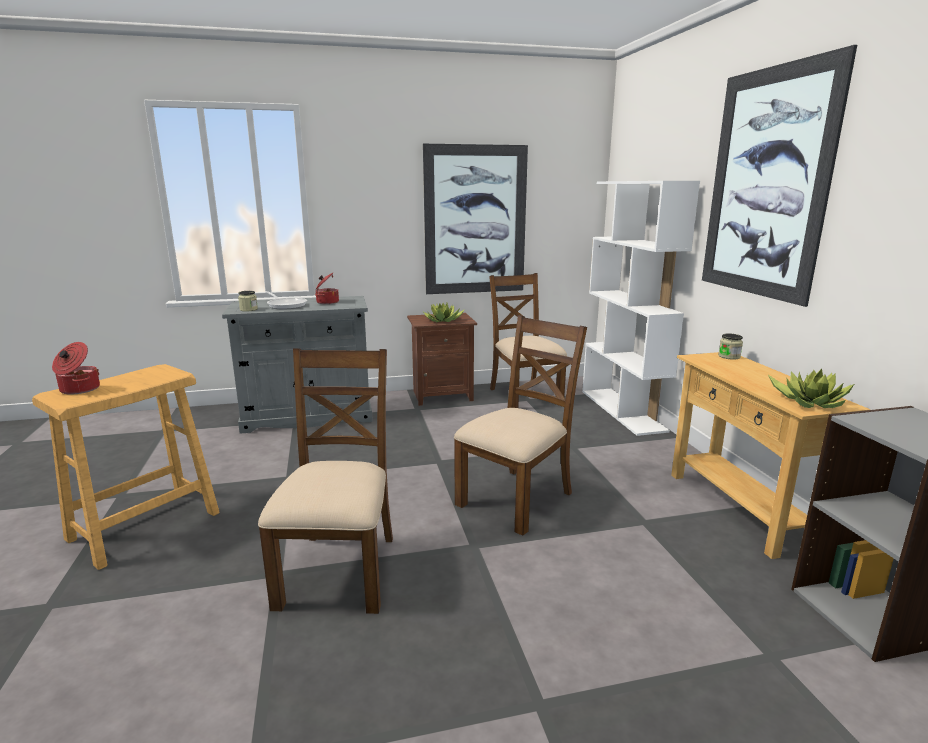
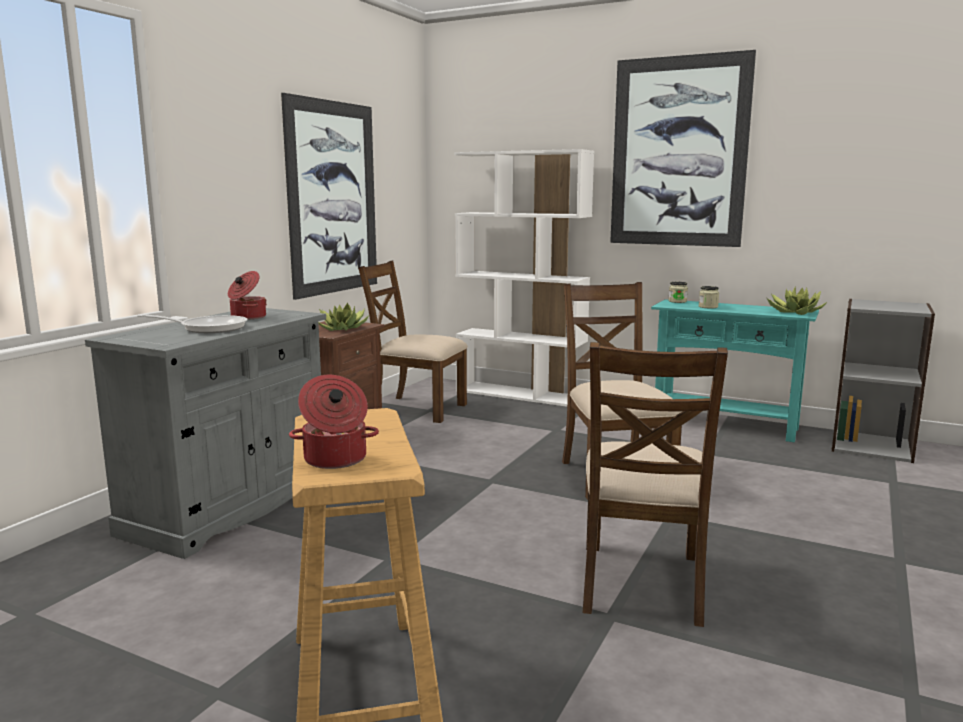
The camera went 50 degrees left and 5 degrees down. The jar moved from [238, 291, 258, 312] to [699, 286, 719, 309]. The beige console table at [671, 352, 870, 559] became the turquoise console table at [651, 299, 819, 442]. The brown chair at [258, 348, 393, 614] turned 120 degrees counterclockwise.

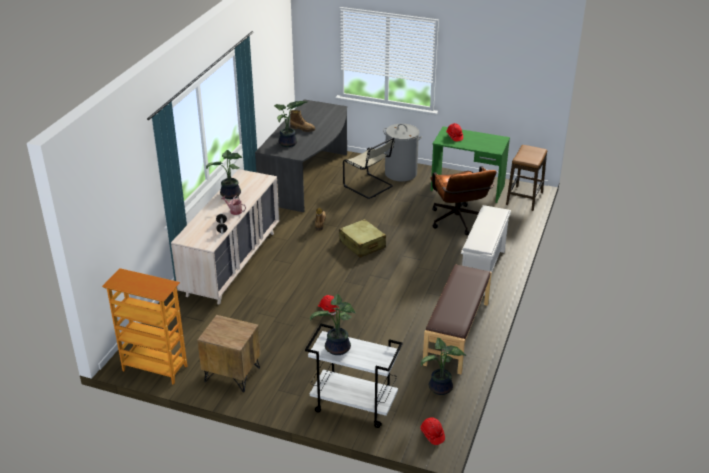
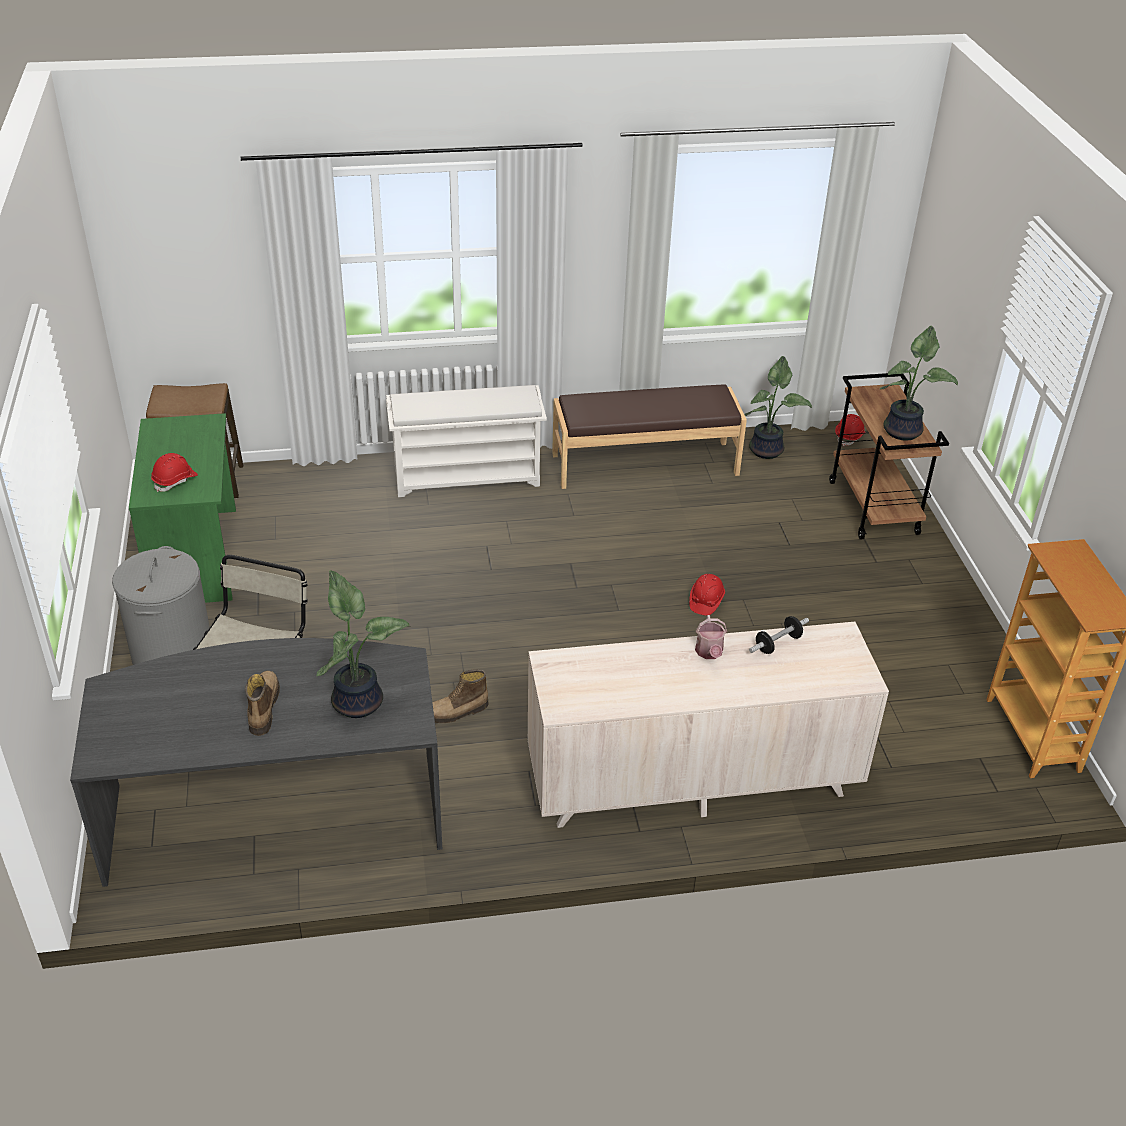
The camera went 120 degrees left and 5 degrees up. The brown nightstand at [197, 315, 261, 392] disappeared. The potted plant at [206, 150, 242, 199] disappeared. The beige suitcase at [339, 219, 386, 257] disappeared. The brown office chair at [431, 166, 497, 235] disappeared. The white cart at [305, 324, 403, 428] became the brown cart at [829, 373, 949, 539].

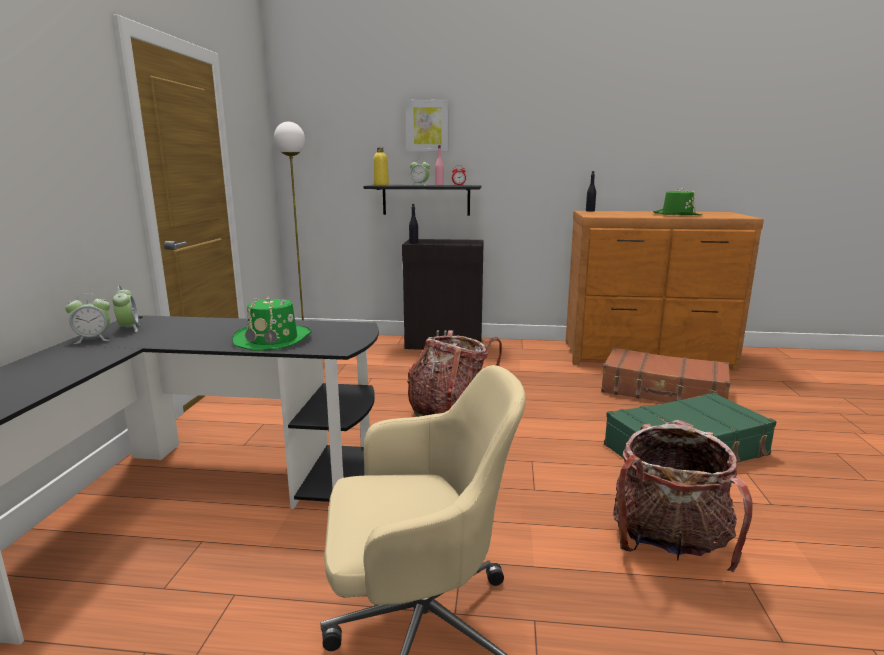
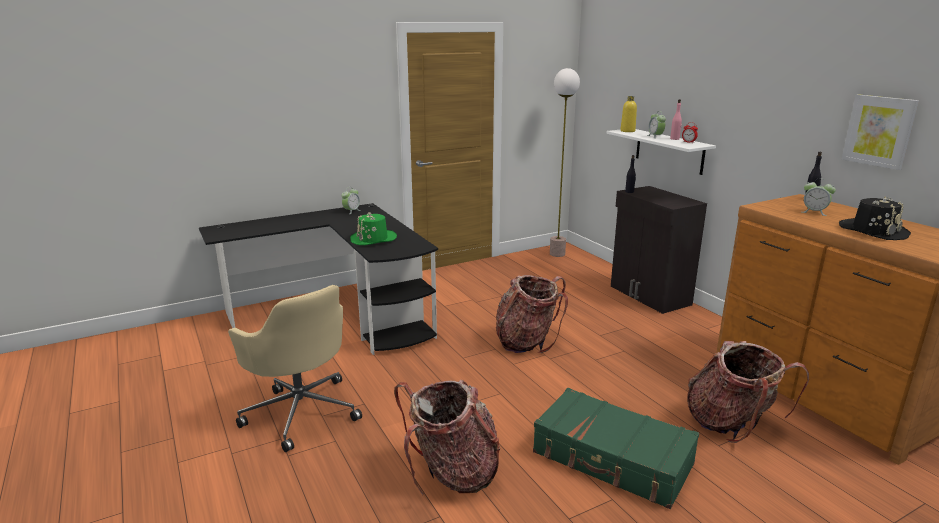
The camera went 55 degrees right and 5 degrees up. The alarm clock moved from [65, 293, 110, 344] to [802, 179, 836, 216]. The picture moved from [406, 99, 449, 152] to [842, 94, 919, 170]. The brown suitcase at [601, 348, 730, 403] was replaced by the backpack at [687, 341, 809, 443]. The black shelf at [364, 185, 482, 216] became the white shelf at [606, 129, 716, 175]. The green hat at [653, 186, 702, 215] became the black hat at [839, 196, 911, 240].

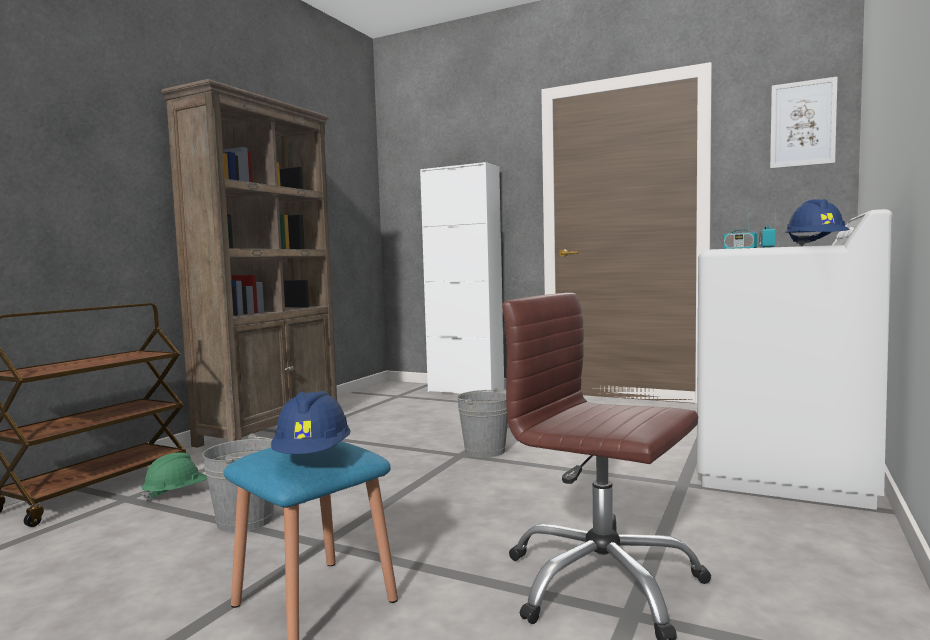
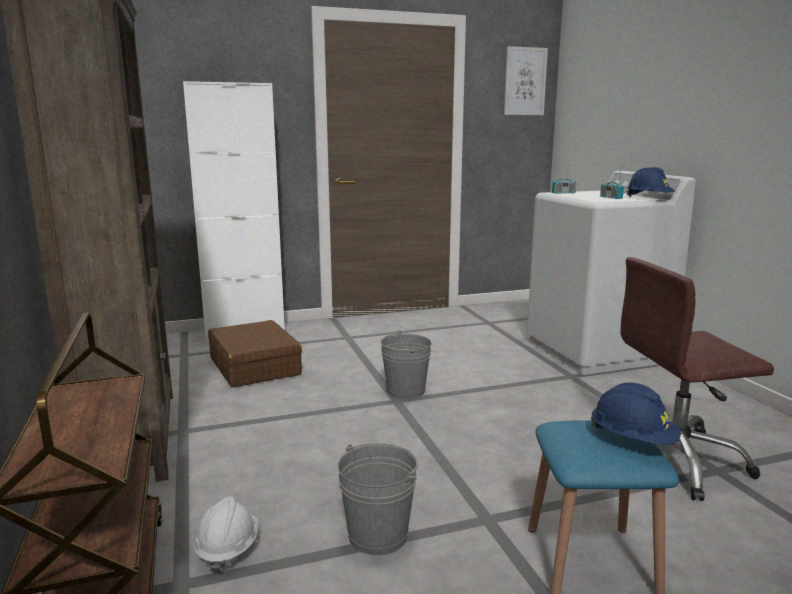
The camera went 45 degrees left and 10 degrees up. The brown suitcase at [208, 320, 302, 387] appeared. The green hard hat at [141, 453, 207, 501] became the white hard hat at [194, 496, 259, 574].

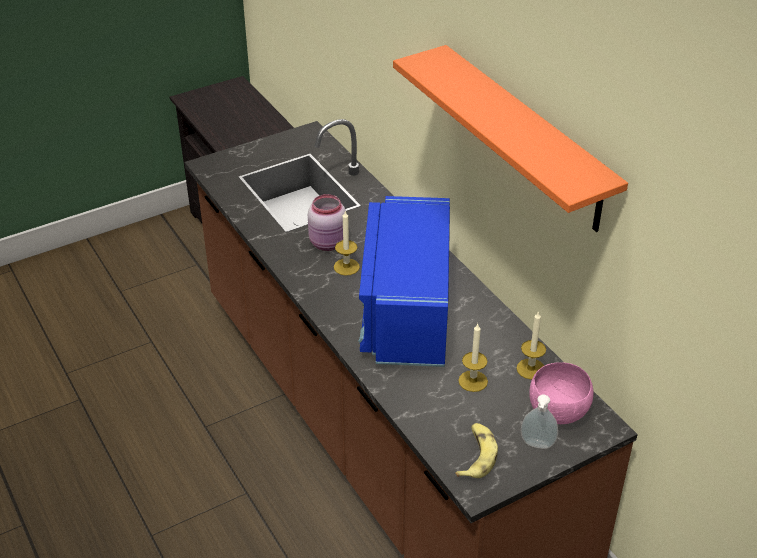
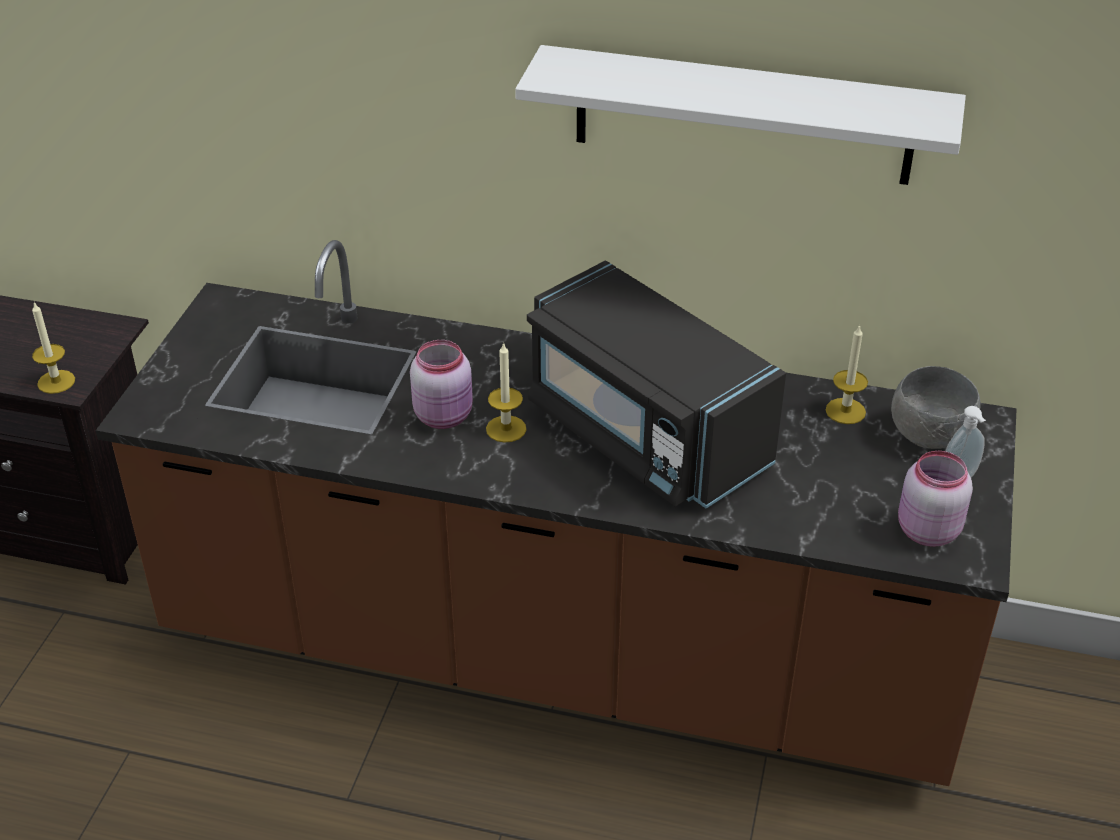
The camera went 45 degrees left and 0 degrees up. The candle moved from [458, 324, 488, 392] to [32, 302, 75, 394]. The banana at [455, 423, 498, 478] was replaced by the pink jar at [898, 451, 973, 547]. The blue microwave at [358, 196, 450, 367] became the black microwave at [527, 261, 786, 508]. The orange shelf at [393, 45, 628, 232] became the white shelf at [515, 45, 966, 185]. The pink bowl at [529, 362, 594, 424] became the grey bowl at [891, 366, 980, 449].

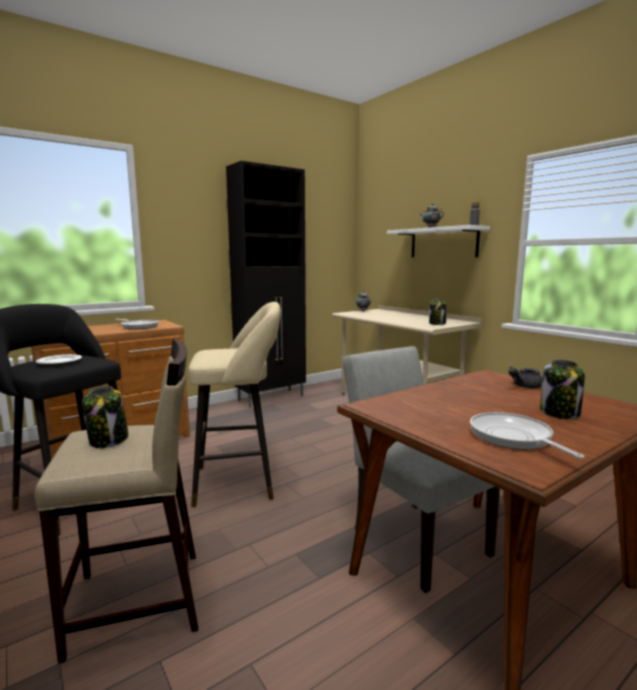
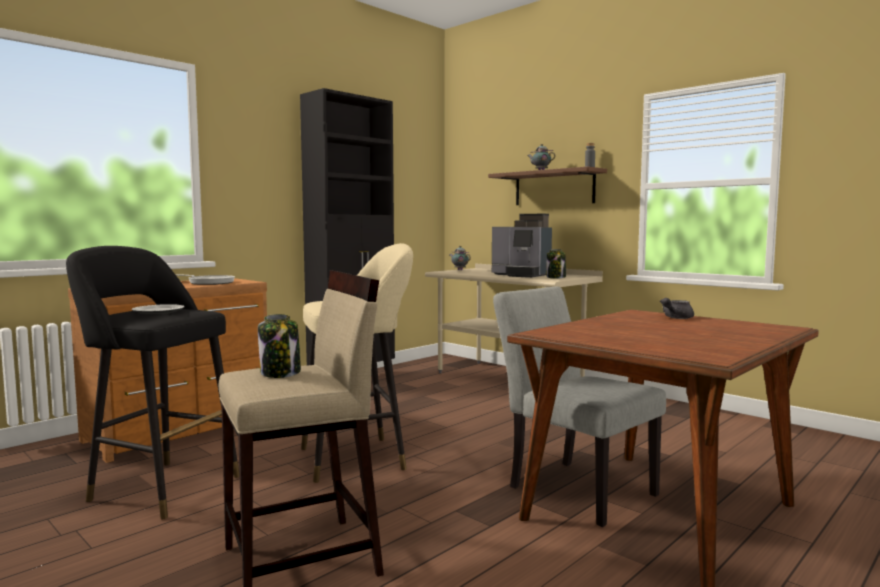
The camera went 10 degrees left and 5 degrees down. The frying pan at [470, 412, 585, 459] disappeared. The jar at [540, 359, 585, 419] disappeared. The coffee machine at [492, 214, 552, 278] appeared. The white shelf at [387, 225, 490, 257] became the brown shelf at [488, 166, 607, 205].

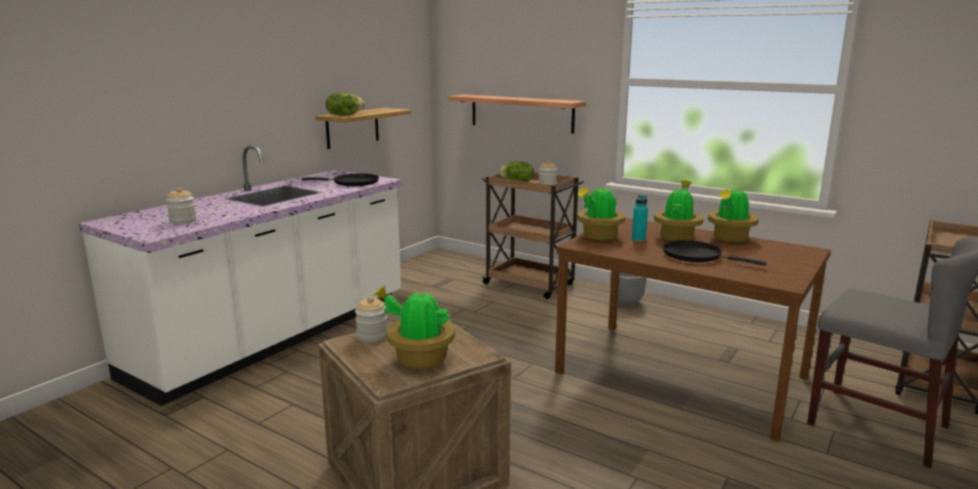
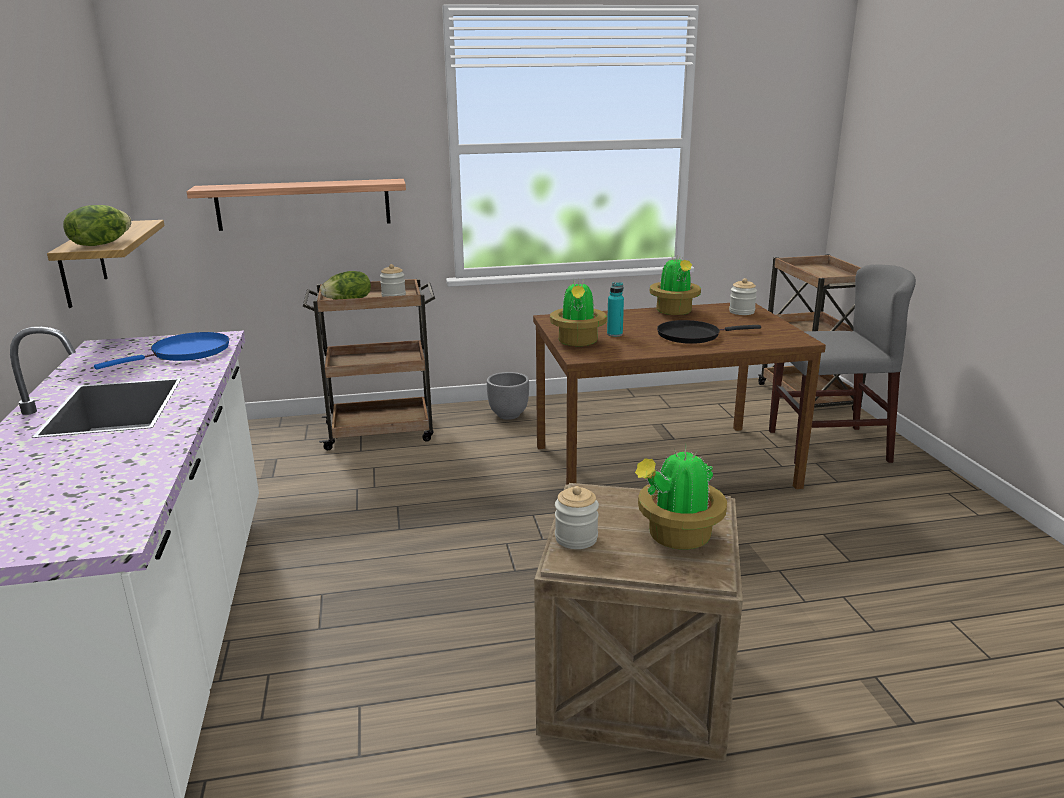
The camera went 45 degrees left and 5 degrees up. The potted plant at [654, 180, 704, 241] disappeared. The jar moved from [166, 187, 197, 224] to [729, 278, 757, 315]. The black frying pan at [302, 173, 379, 186] became the blue frying pan at [94, 332, 229, 370].

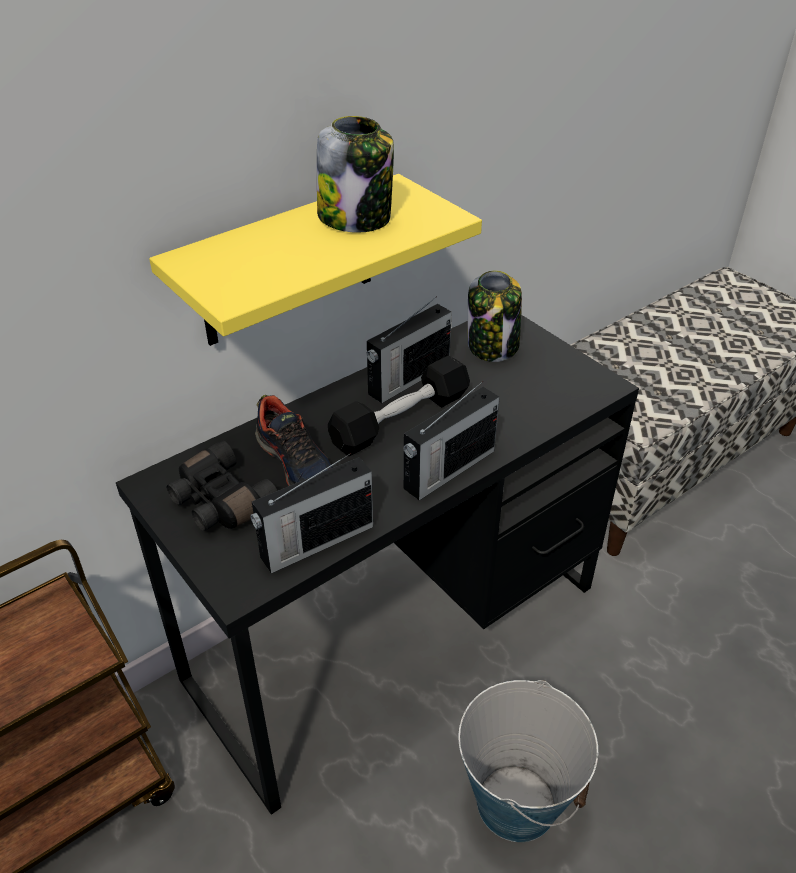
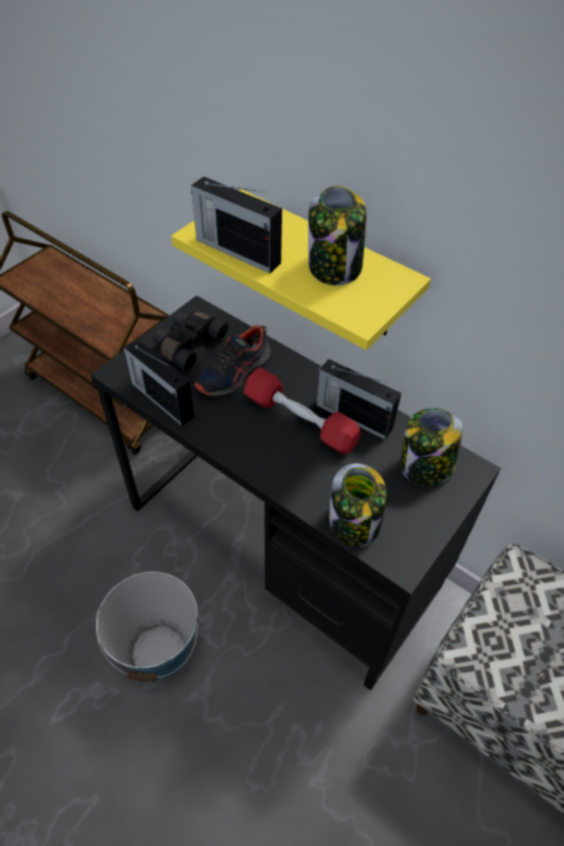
The camera went 75 degrees right and 10 degrees up. The jar at [329, 463, 387, 547] appeared. The radio moved from [403, 381, 500, 500] to [191, 176, 282, 273]. The black dumbbell at [328, 356, 470, 456] became the red dumbbell at [244, 367, 361, 454].

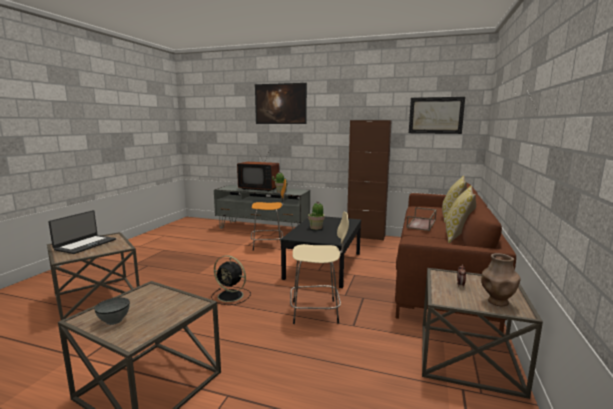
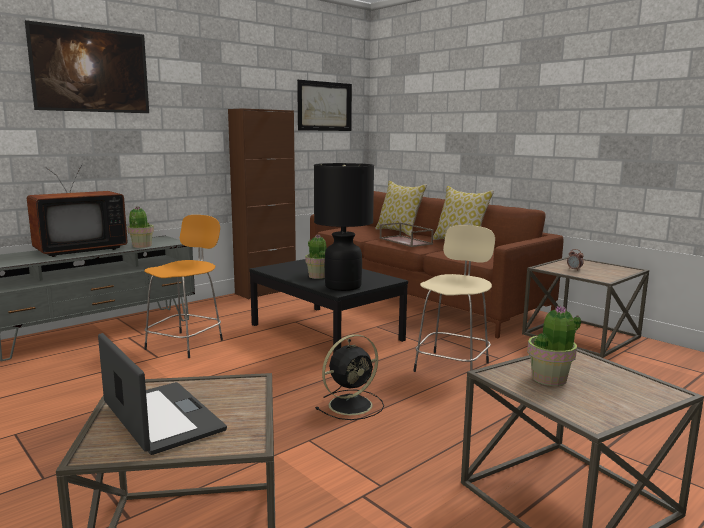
The camera went 60 degrees left and 0 degrees up. The grey bowl at [94, 297, 130, 325] disappeared. The brown vase at [481, 253, 521, 306] disappeared. The black table lamp at [314, 163, 374, 291] appeared. The potted plant at [527, 306, 581, 386] appeared.

